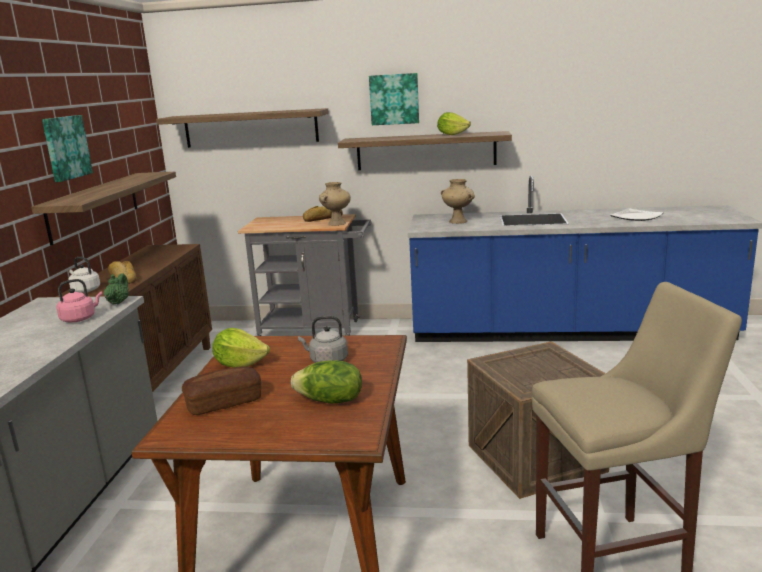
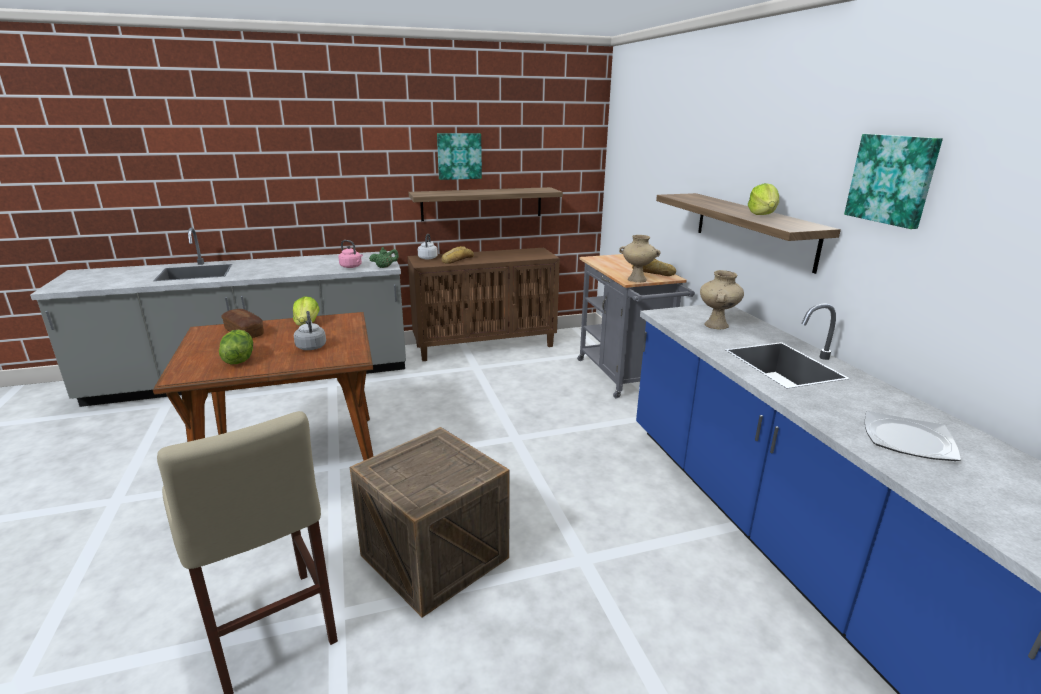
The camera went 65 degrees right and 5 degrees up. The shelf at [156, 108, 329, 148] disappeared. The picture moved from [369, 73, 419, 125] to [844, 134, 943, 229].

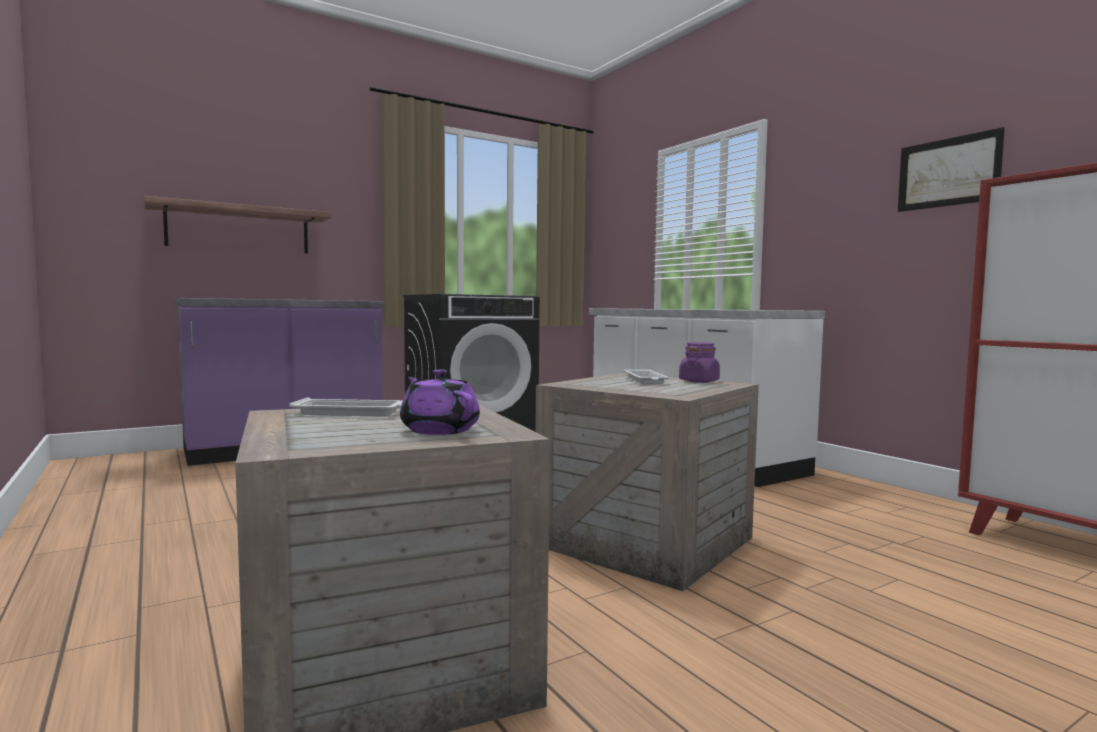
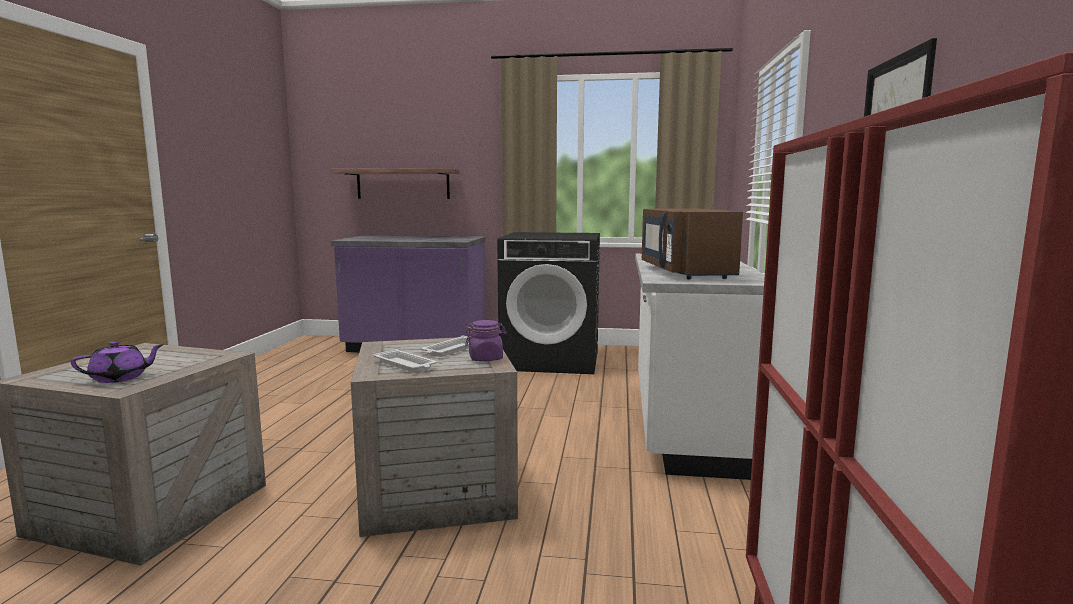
The camera went 40 degrees right and 5 degrees up. The brown microwave at [642, 208, 743, 279] appeared. The white tray moved from [289, 397, 403, 416] to [374, 349, 437, 372]. The purple teapot at [400, 369, 480, 435] turned 60 degrees clockwise.

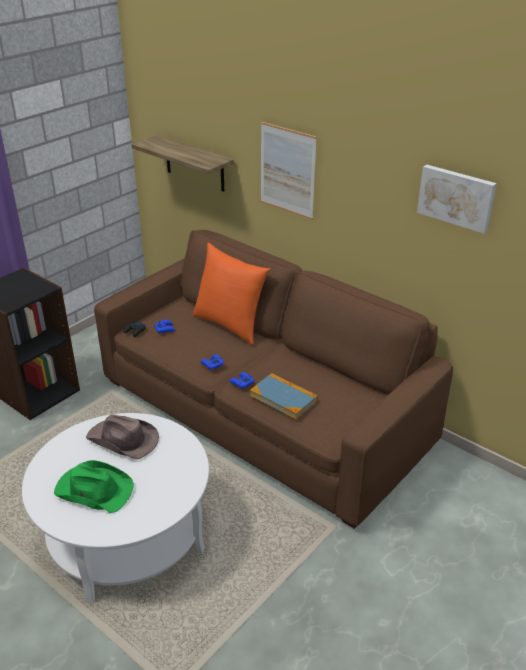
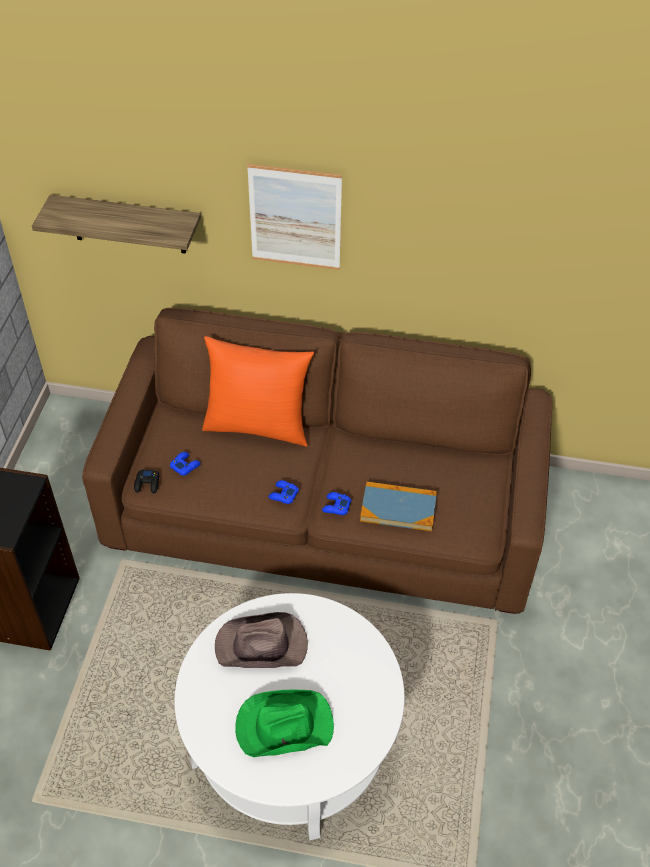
The camera went 30 degrees left and 15 degrees up. The picture at [417, 165, 497, 233] disappeared.

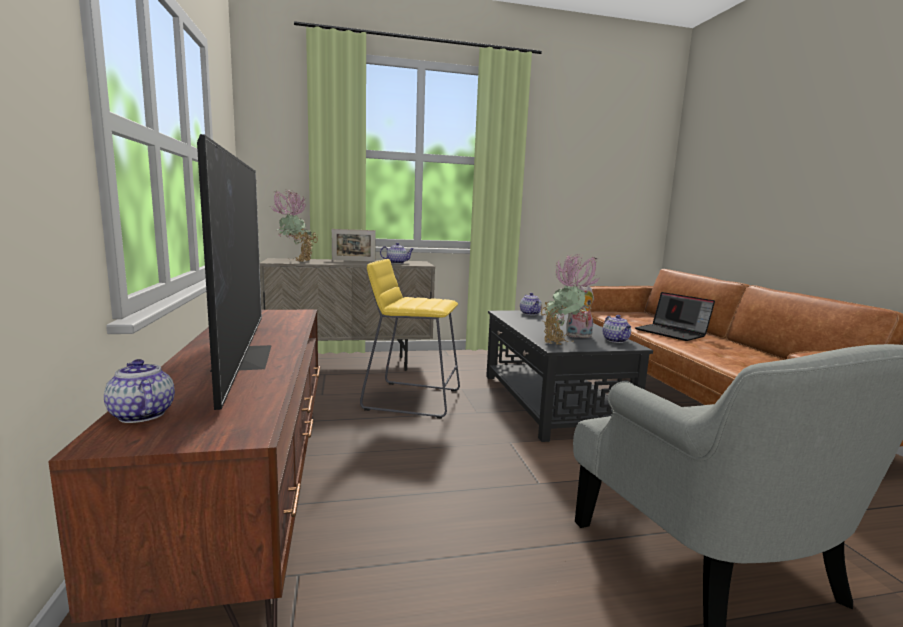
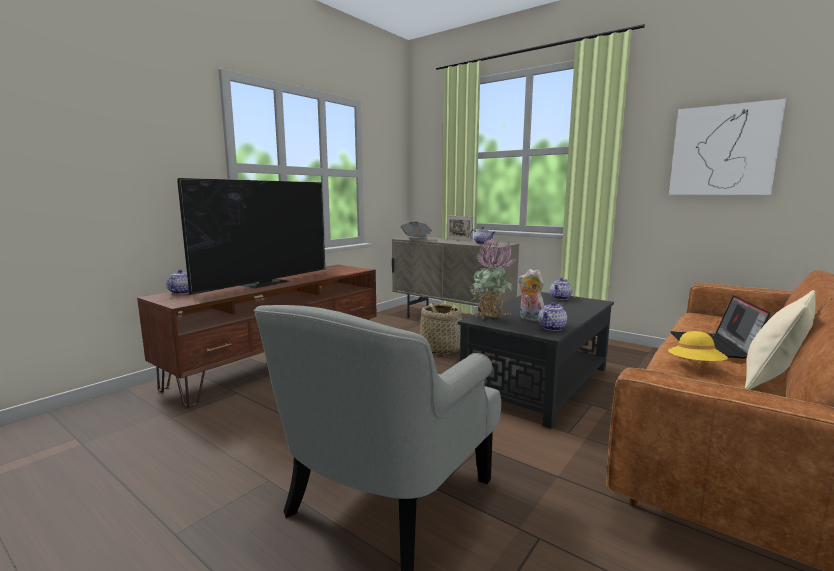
The camera went 50 degrees right and 0 degrees up. The yellow hat at [668, 331, 728, 361] appeared. The picture at [669, 99, 786, 195] appeared. The beige pillow at [745, 290, 816, 390] appeared. The potted plant at [272, 190, 318, 262] was replaced by the newspaper at [400, 221, 432, 238]. The yellow stool at [360, 259, 460, 419] was replaced by the basket at [420, 301, 462, 355].

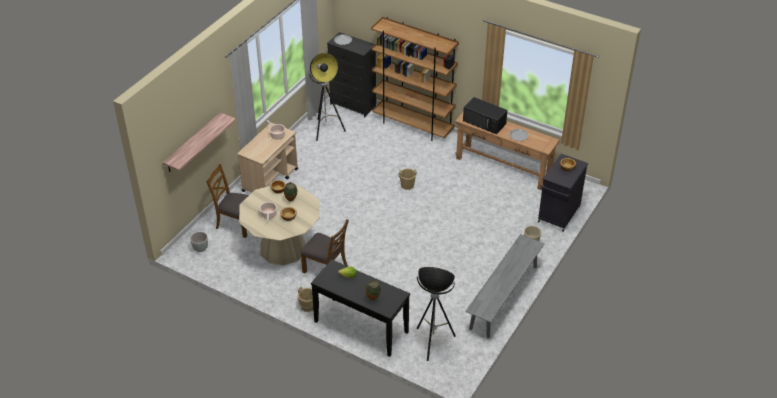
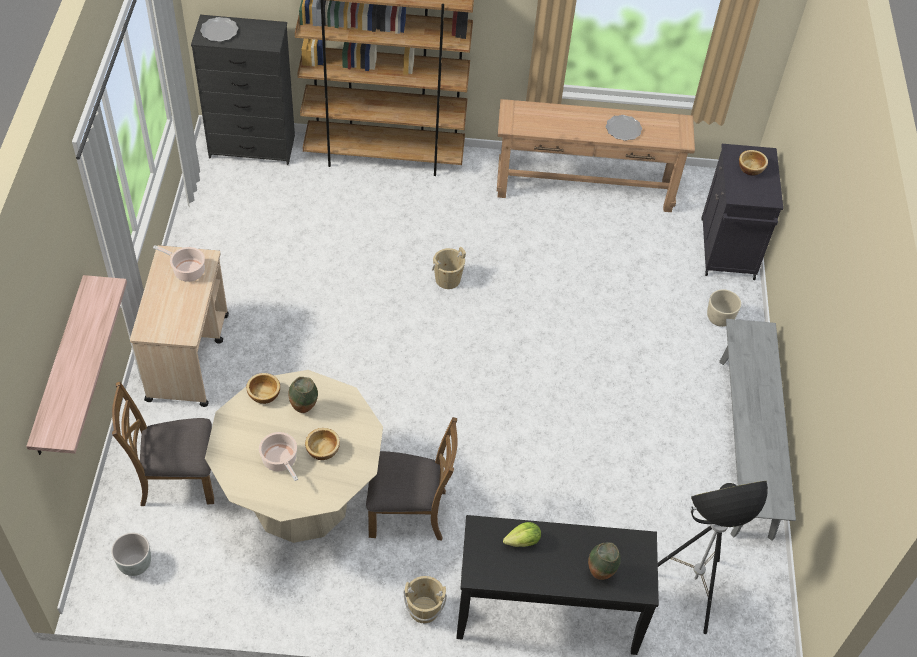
The camera went 30 degrees left and 10 degrees up. The floor lamp at [309, 53, 346, 141] disappeared. The black microwave at [463, 97, 508, 134] disappeared.

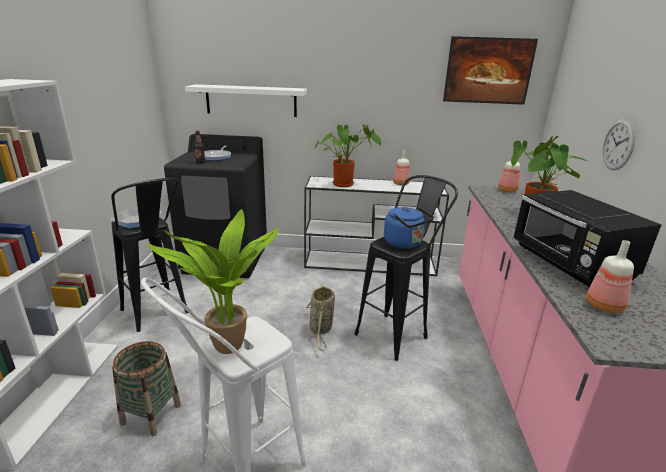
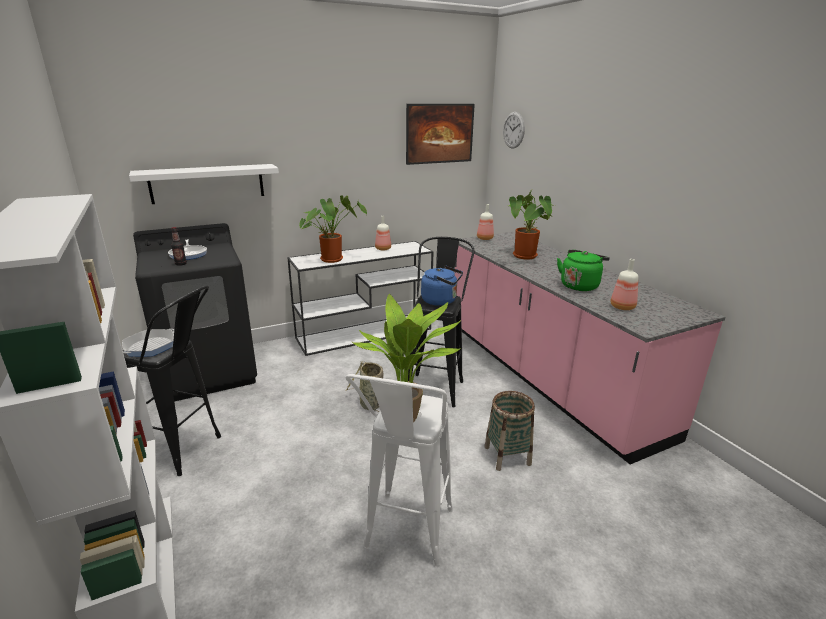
The camera went 30 degrees left and 0 degrees up. The basket moved from [112, 341, 181, 436] to [484, 391, 535, 471]. The wall clock moved from [603, 119, 635, 171] to [503, 112, 525, 148]. The black microwave at [513, 190, 661, 288] was replaced by the green kettle at [557, 250, 610, 291].

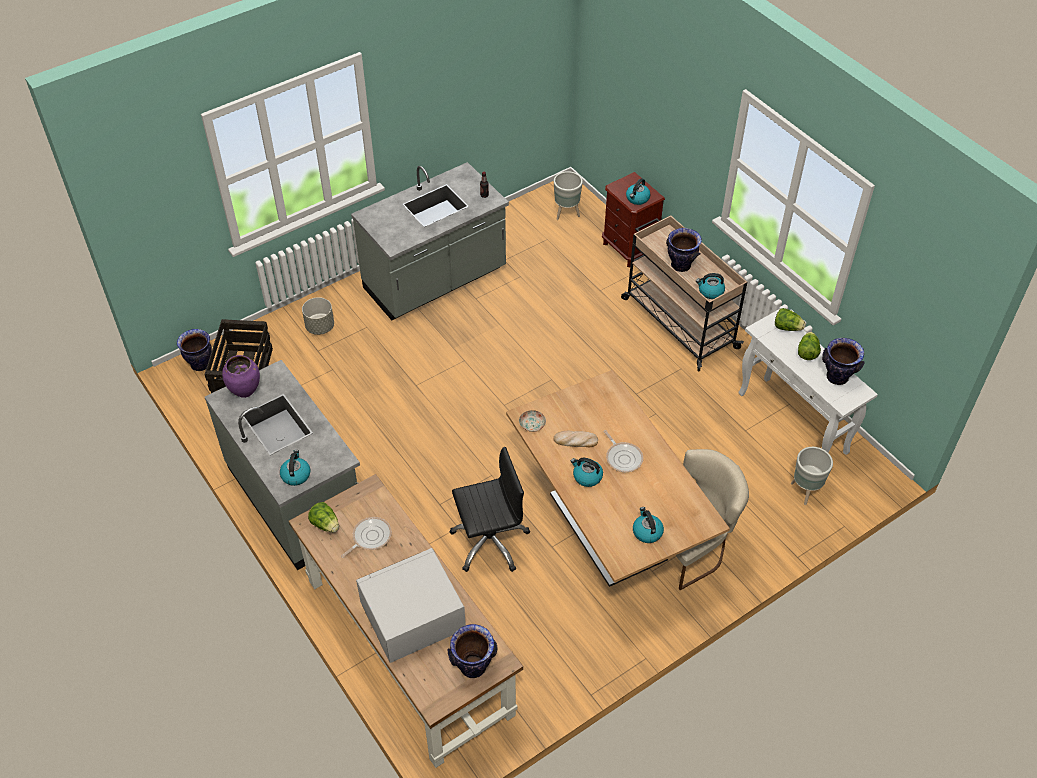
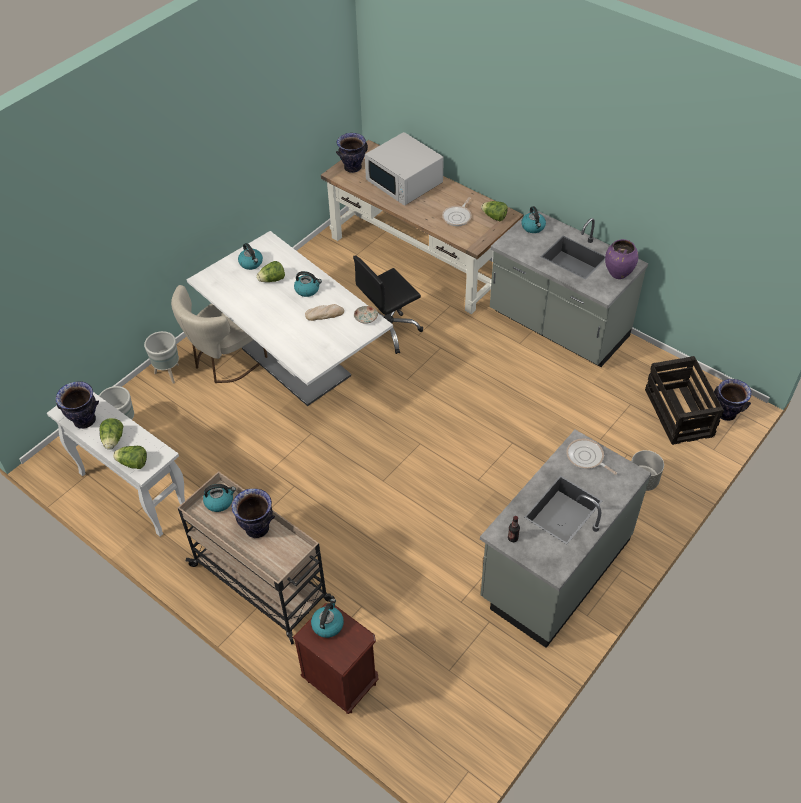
The camera went 165 degrees right and 0 degrees up. The lettuce at [257, 261, 285, 282] appeared. The grey planter moved from [554, 171, 583, 220] to [144, 331, 179, 384]. The frying pan moved from [603, 430, 643, 472] to [567, 439, 617, 475]. The brown dining table at [506, 370, 730, 587] became the white dining table at [186, 231, 393, 406]. The white microwave at [356, 548, 466, 663] turned 90 degrees clockwise.

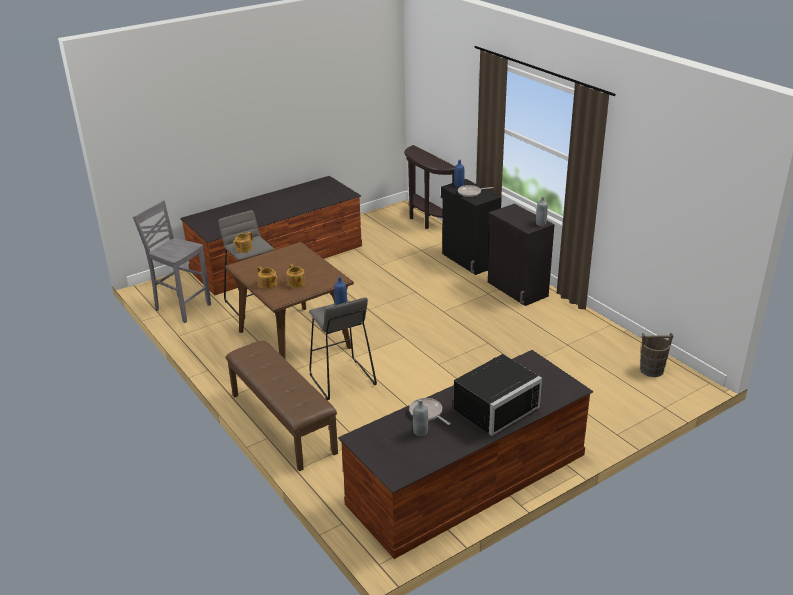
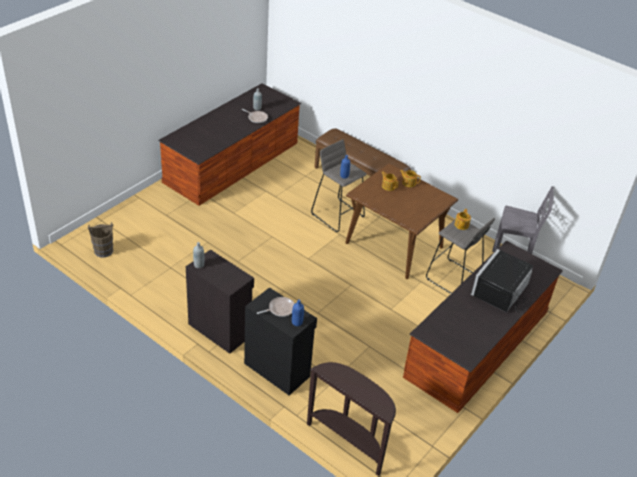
The camera went 160 degrees right and 10 degrees up. The black microwave moved from [452, 354, 542, 436] to [471, 249, 533, 313].

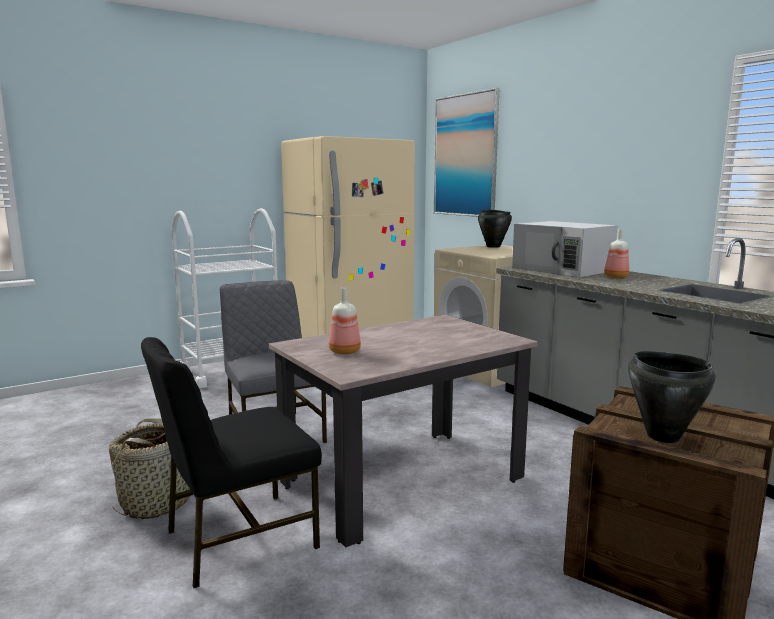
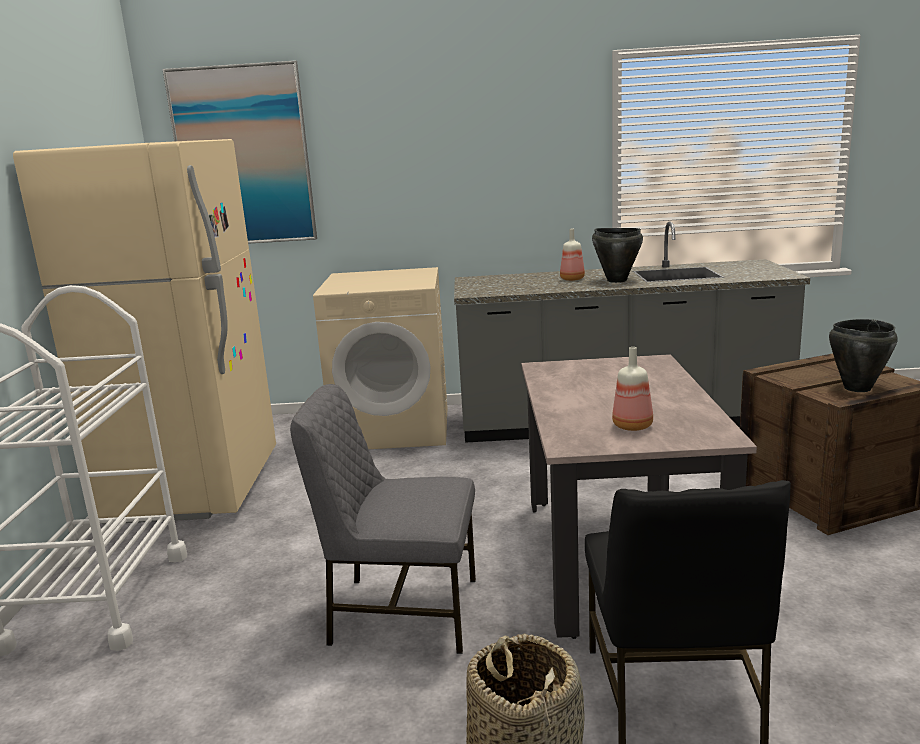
The camera went 55 degrees left and 5 degrees up. The white microwave at [512, 221, 618, 277] disappeared. The black cooking pot moved from [478, 209, 512, 248] to [592, 228, 643, 283].

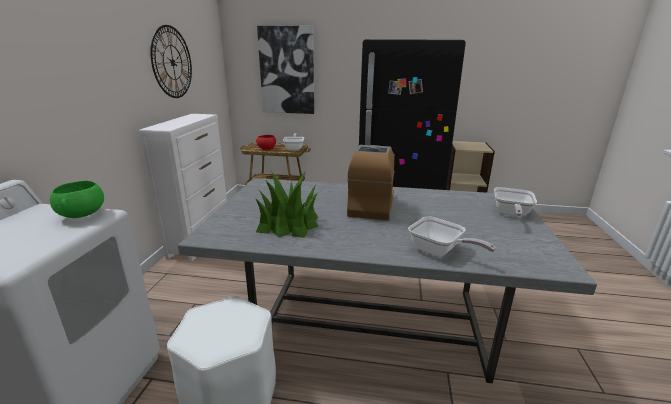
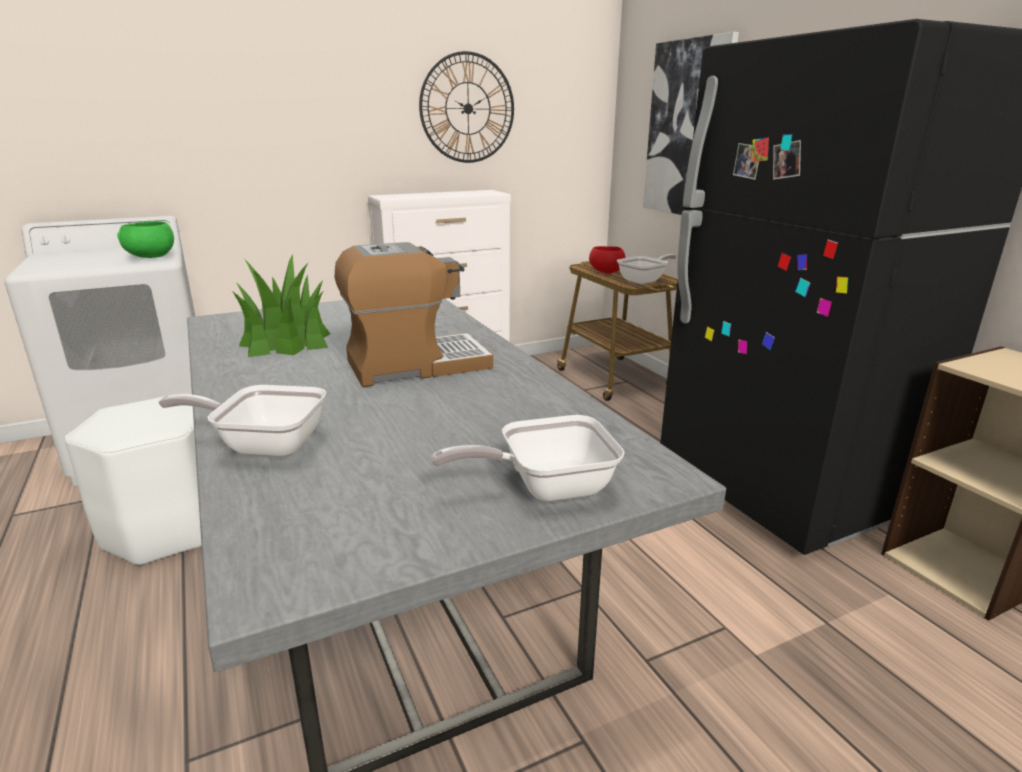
The camera went 55 degrees right and 0 degrees up. The frying pan at [408, 216, 496, 257] turned 90 degrees clockwise.

